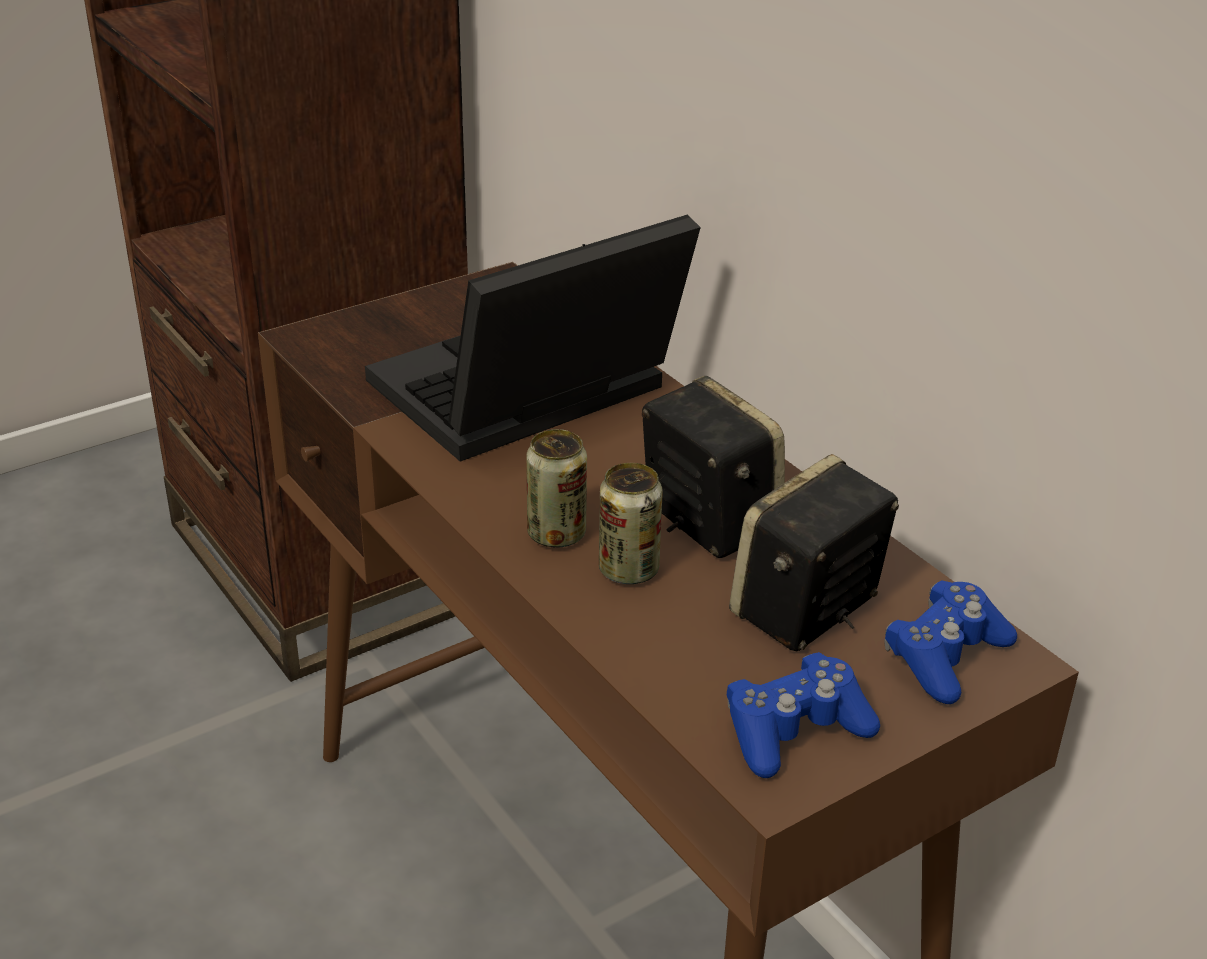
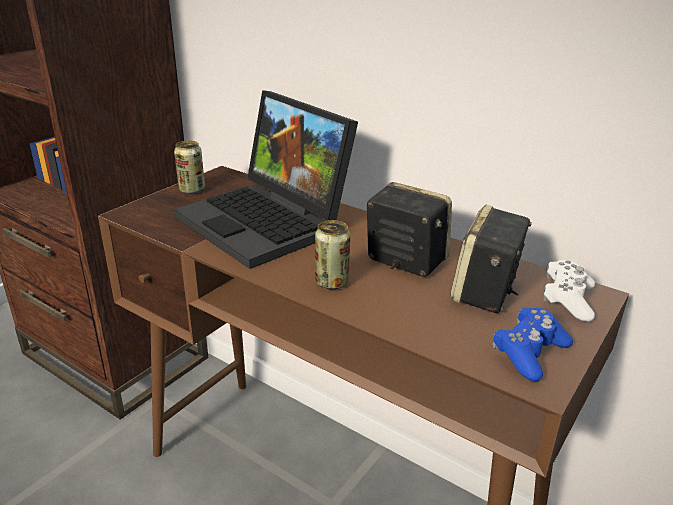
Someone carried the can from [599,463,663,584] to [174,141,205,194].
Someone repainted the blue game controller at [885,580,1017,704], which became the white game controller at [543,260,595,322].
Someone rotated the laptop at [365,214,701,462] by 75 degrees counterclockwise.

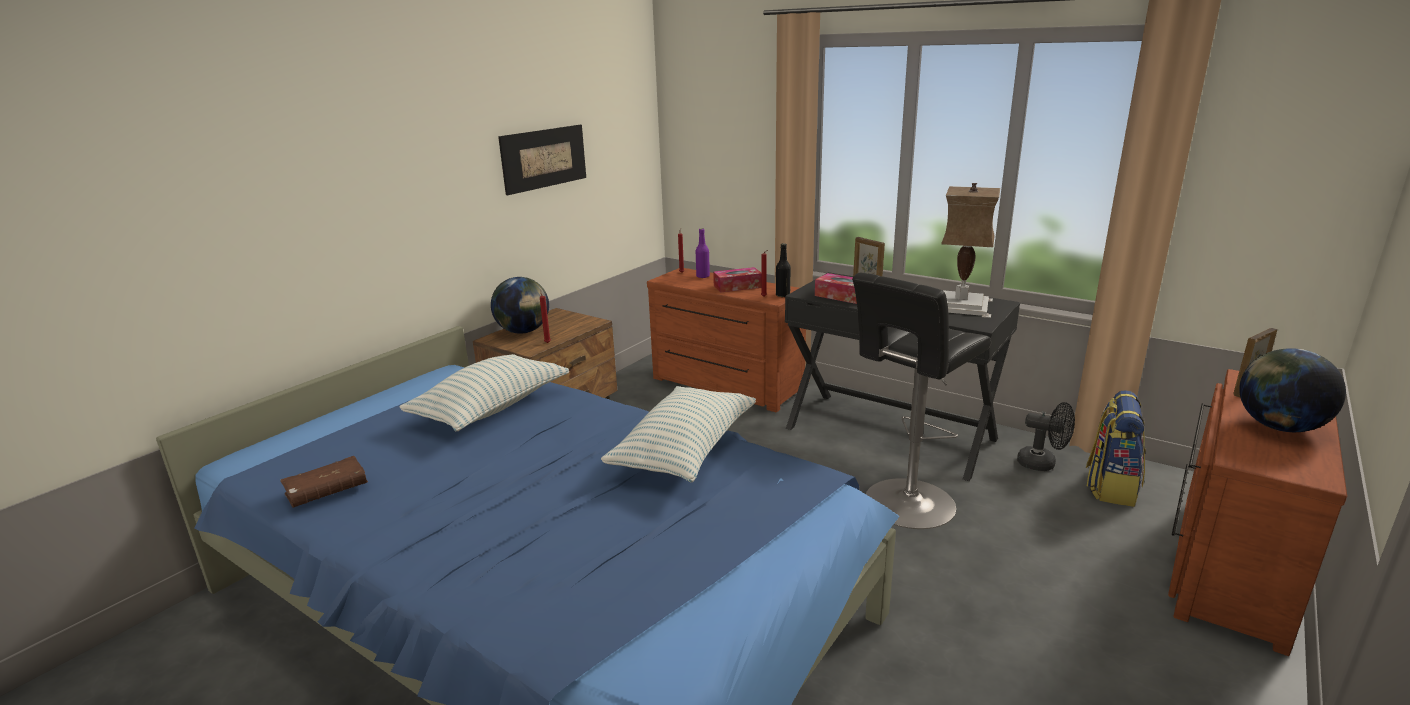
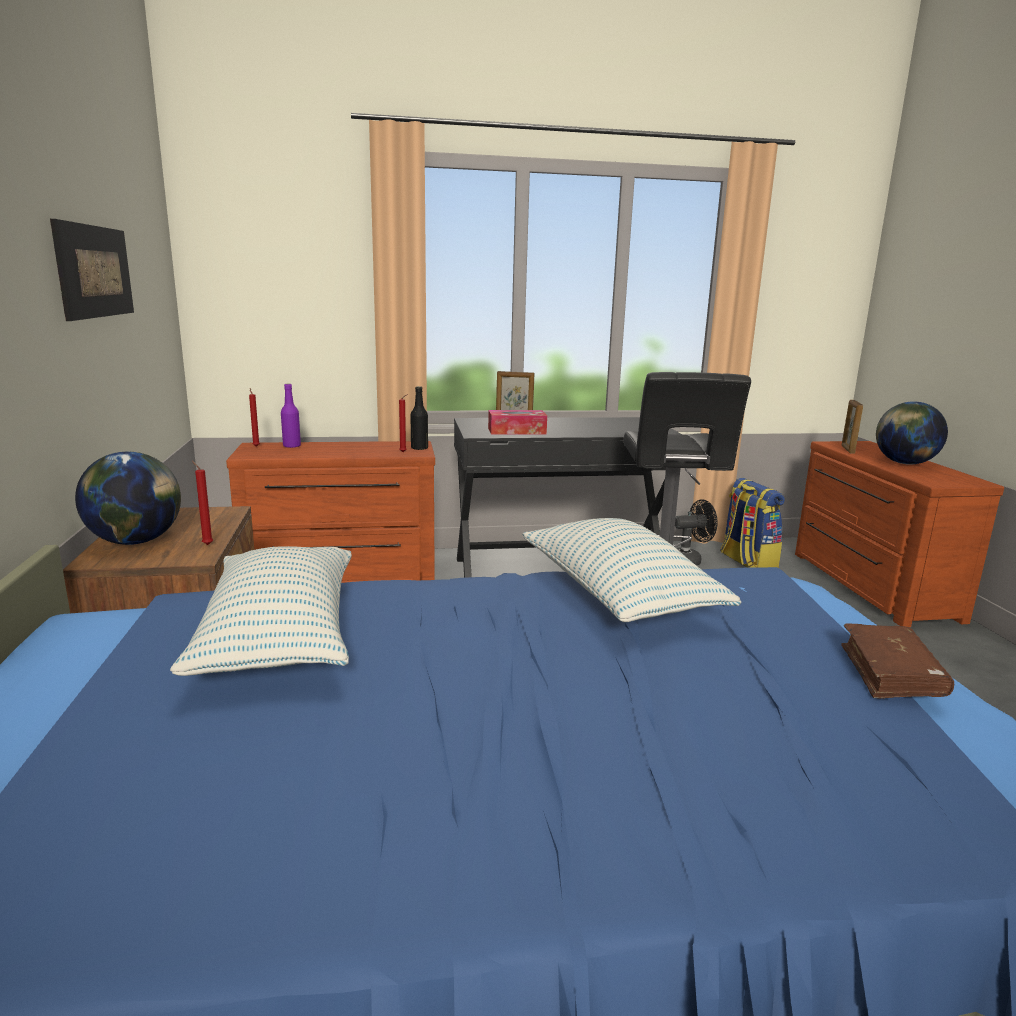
Someone took away the tissue box at [713,267,762,293].
Someone took away the table lamp at [941,183,1000,318].
Someone carried the brown book from [280,456,368,507] to [841,623,954,699].

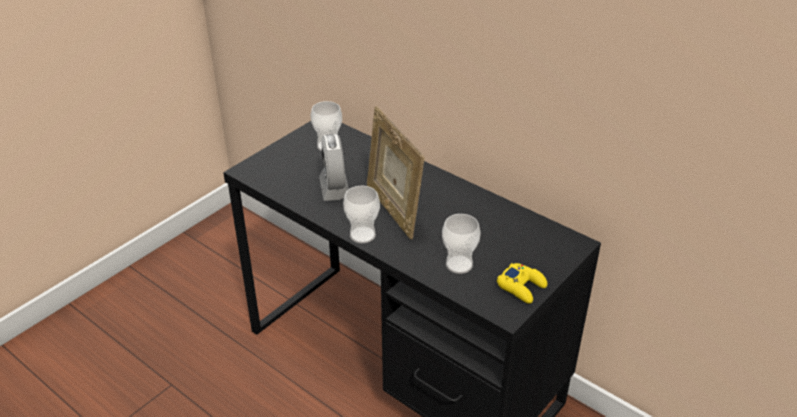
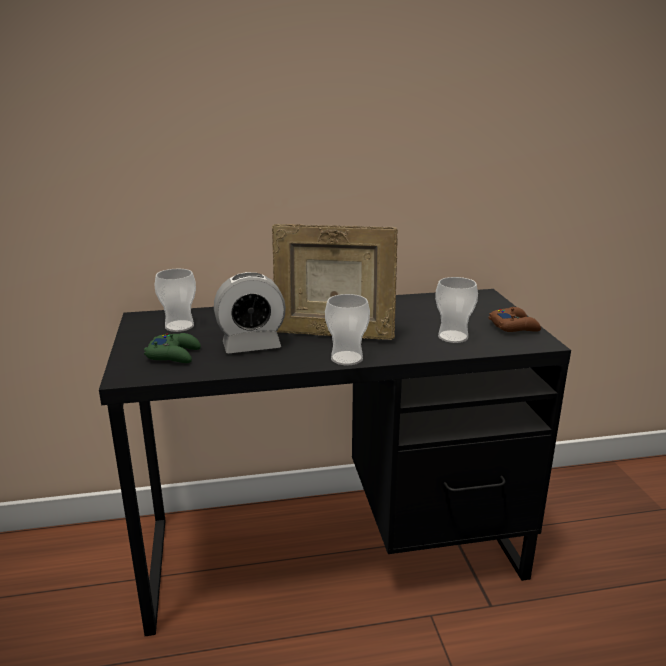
Someone put down the green game controller at [144,333,201,363].
Someone repainted the yellow game controller at [497,263,547,304], which became the brown game controller at [489,307,541,332].
Someone rotated the alarm clock at [319,134,349,201] by 45 degrees counterclockwise.

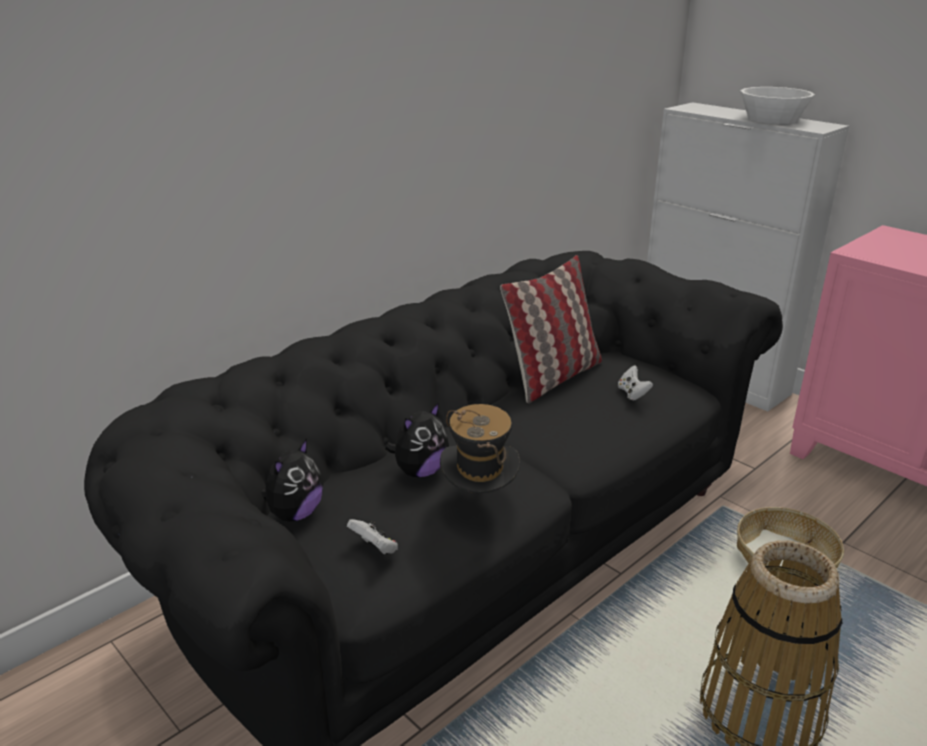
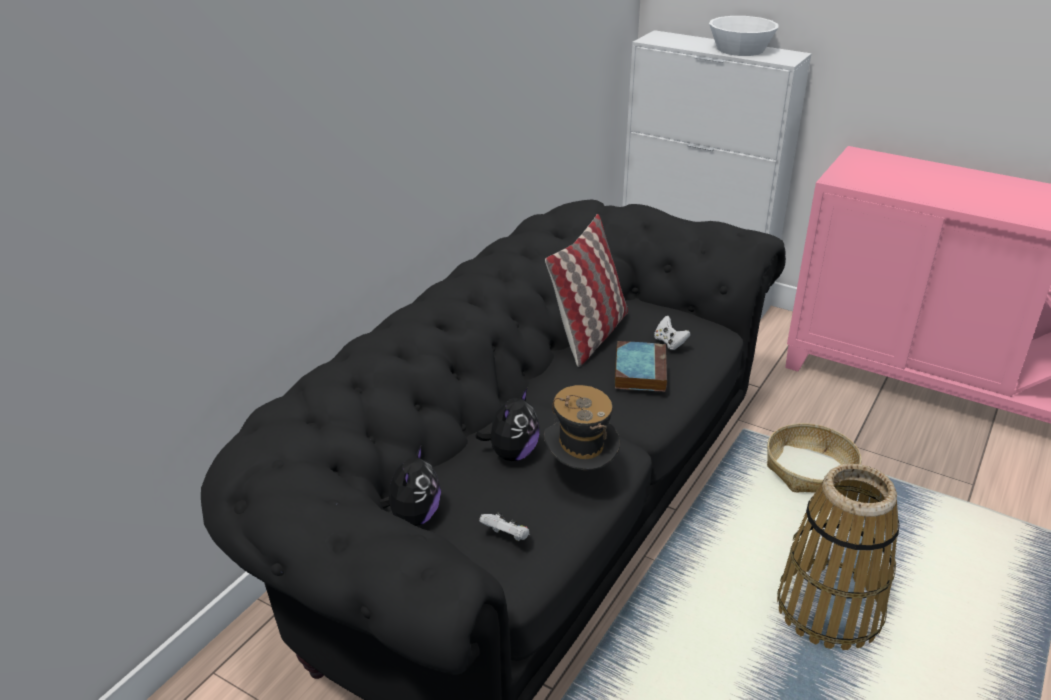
Someone put down the book at [615,341,667,392].

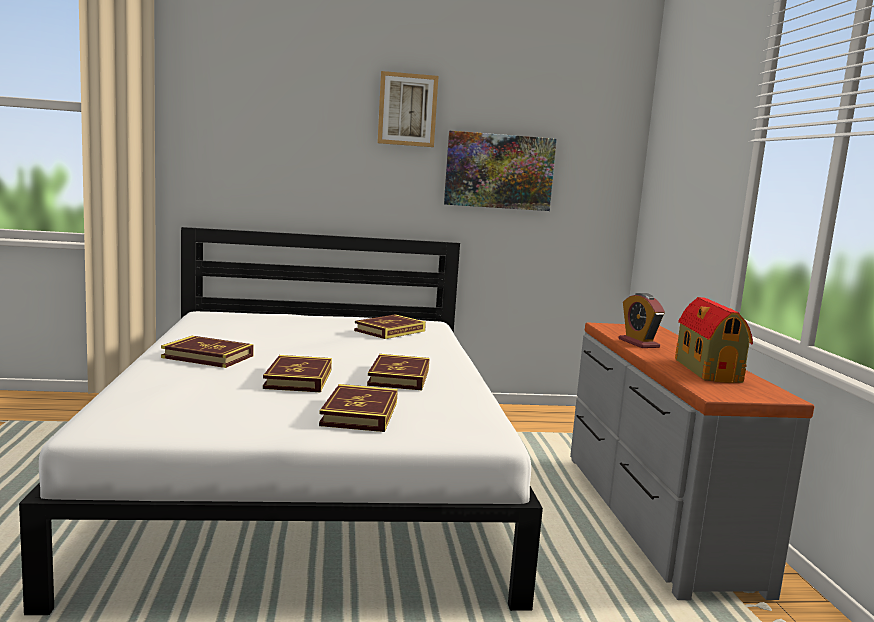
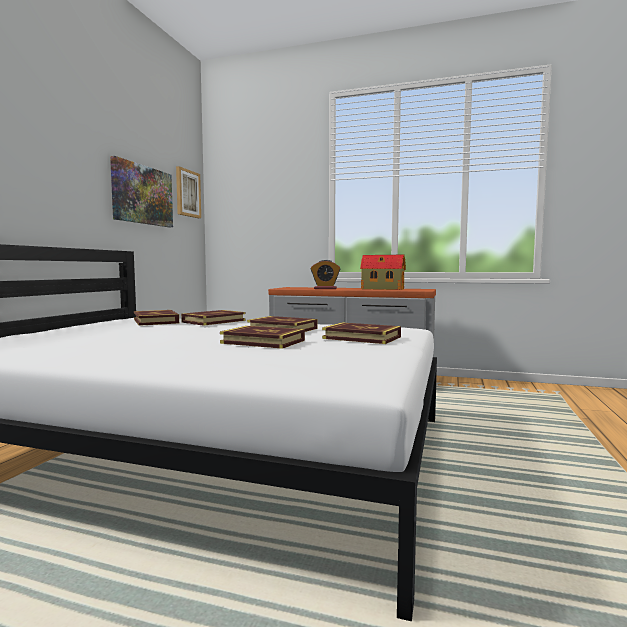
Someone carried the book from [161,336,254,368] to [181,310,246,326].
Someone carried the picture from [377,71,438,147] to [176,166,201,218].

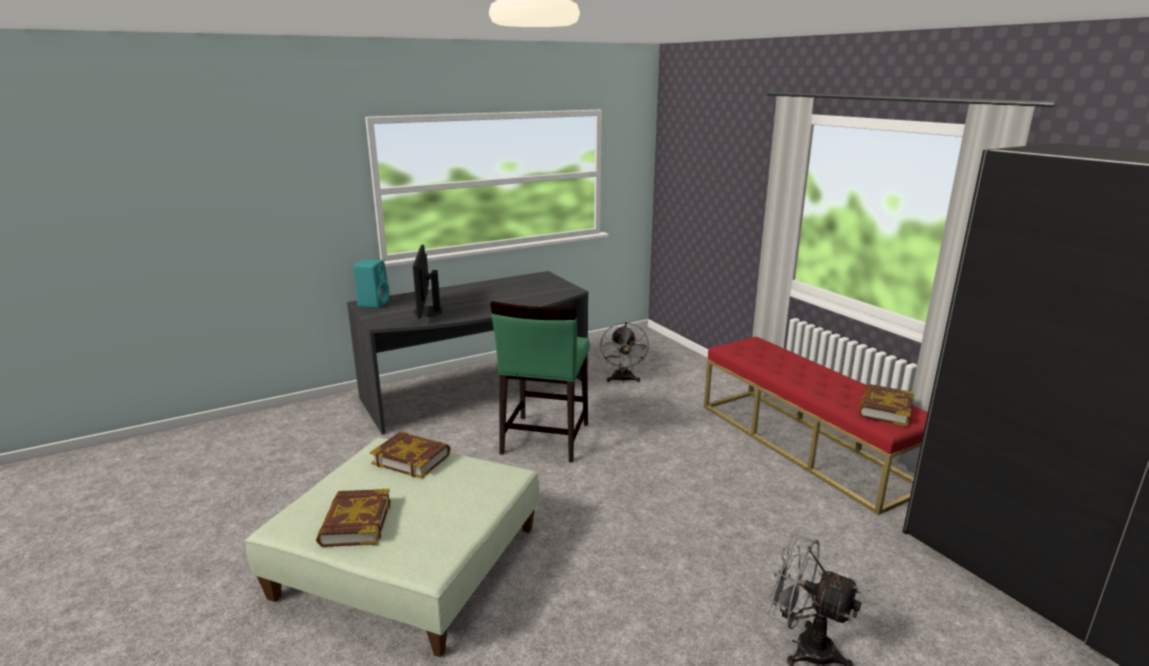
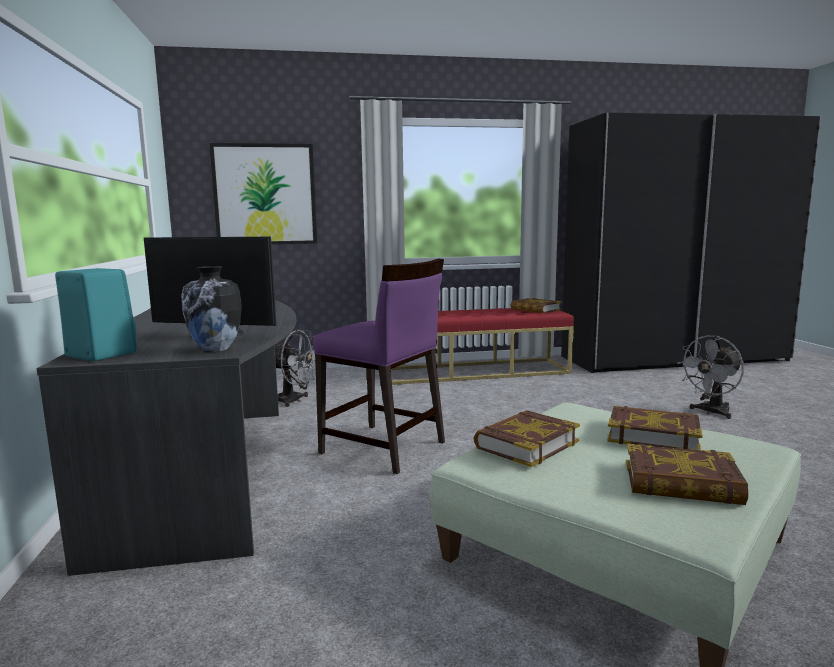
Someone put down the vase at [181,266,242,352].
Someone put up the picture at [209,143,317,244].
Someone put down the book at [608,406,703,450].
Someone repainted the green chair at [490,301,590,463], which became the purple chair at [313,258,445,474].

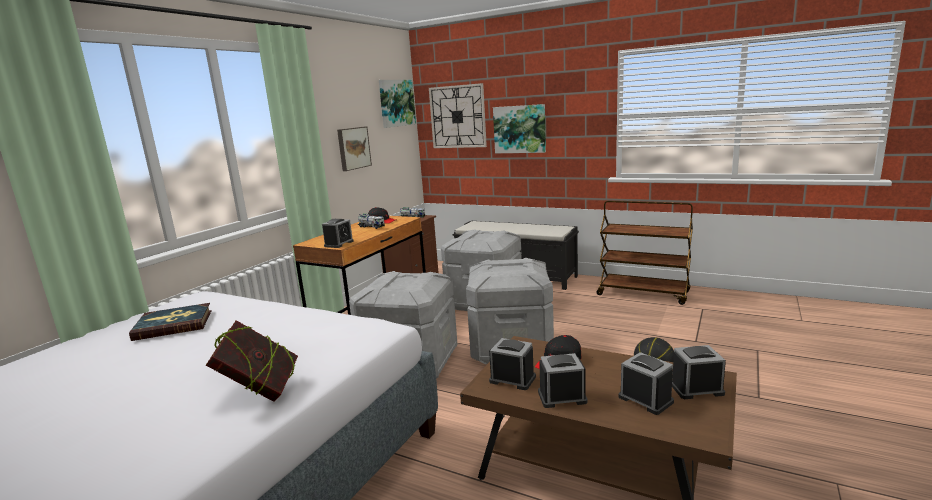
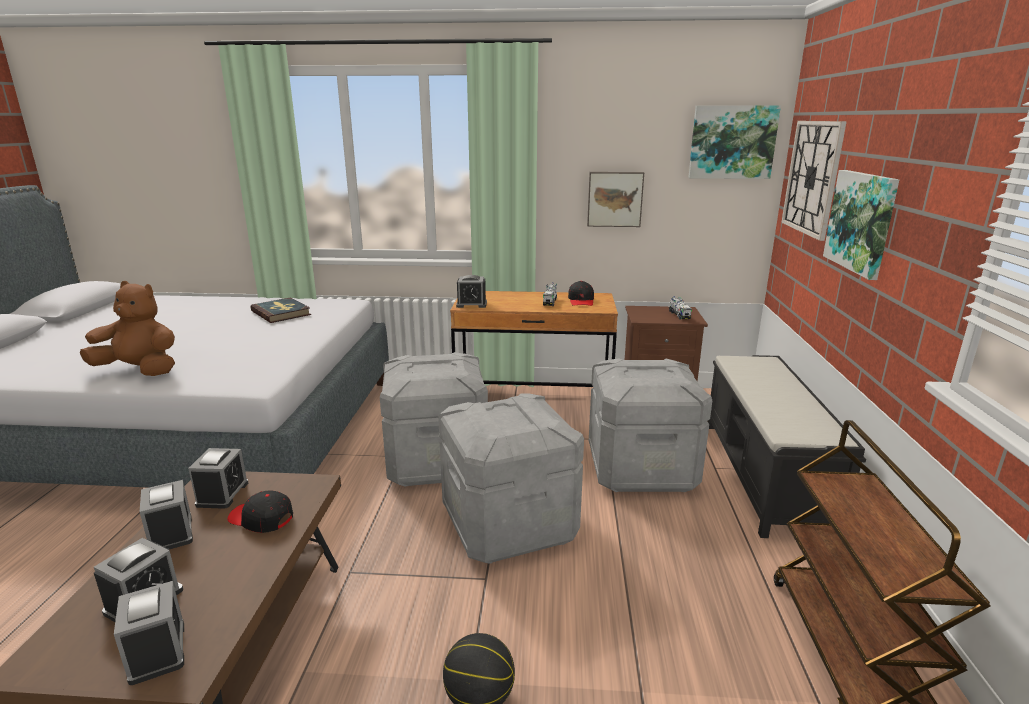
Someone swapped the book at [206,320,298,402] for the brown plush toy at [80,281,175,376].

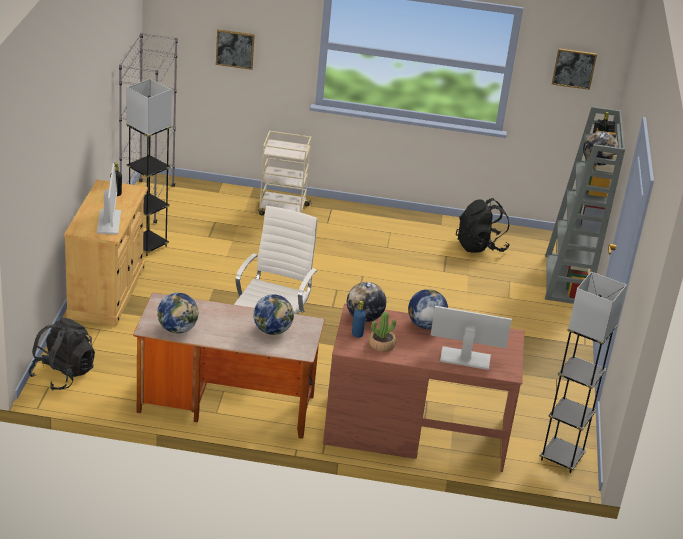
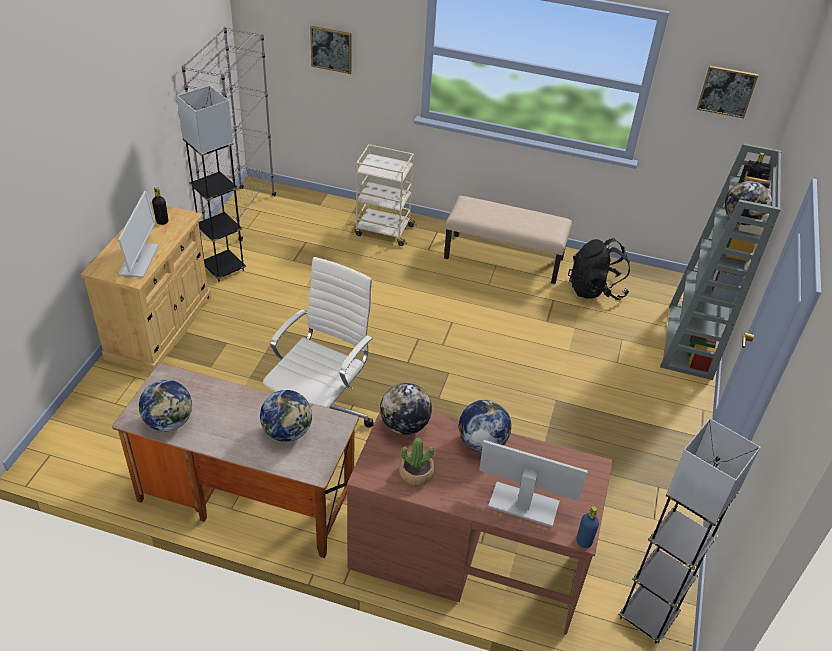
Someone took away the black backpack at [29,317,95,391].
Someone put down the beige bench at [444,196,572,284].
Someone carried the blue bottle from [352,301,366,338] to [576,506,599,548].

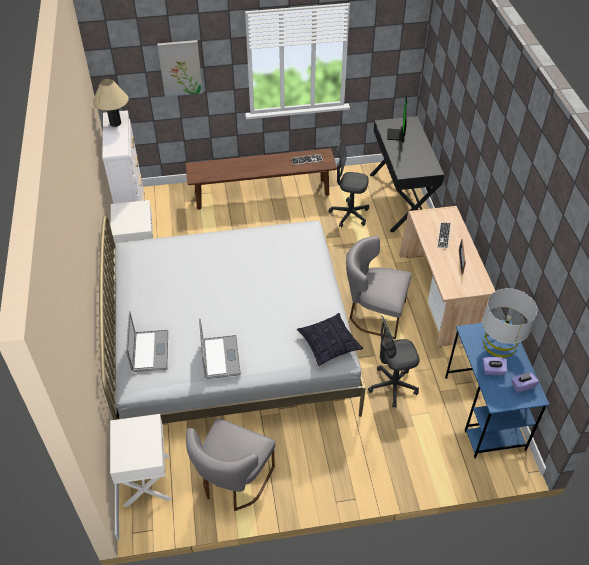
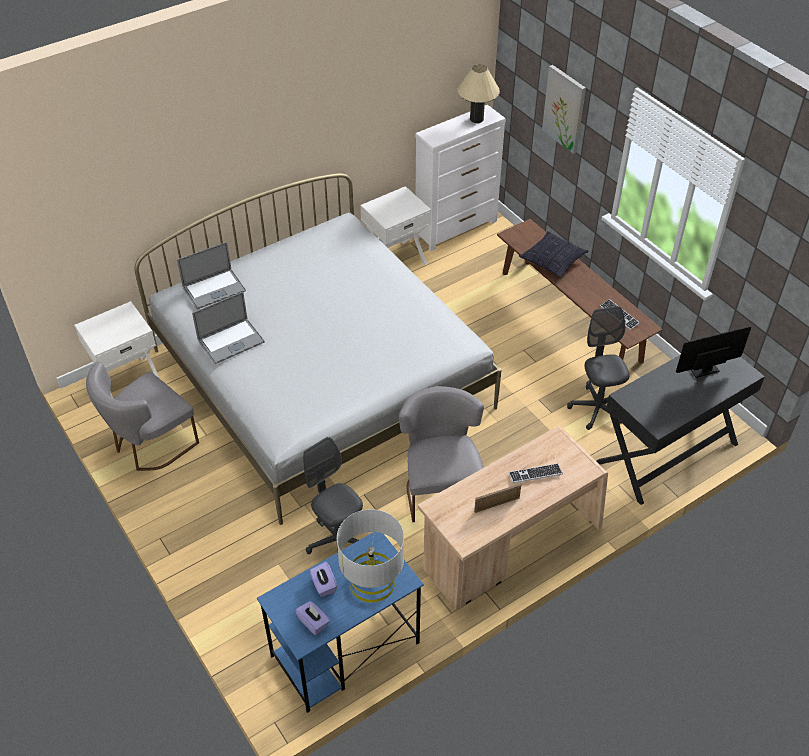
Someone carried the pillow from [297,313,363,366] to [519,231,589,278].
Someone rotated the grey chair at [186,418,275,511] by 45 degrees counterclockwise.

